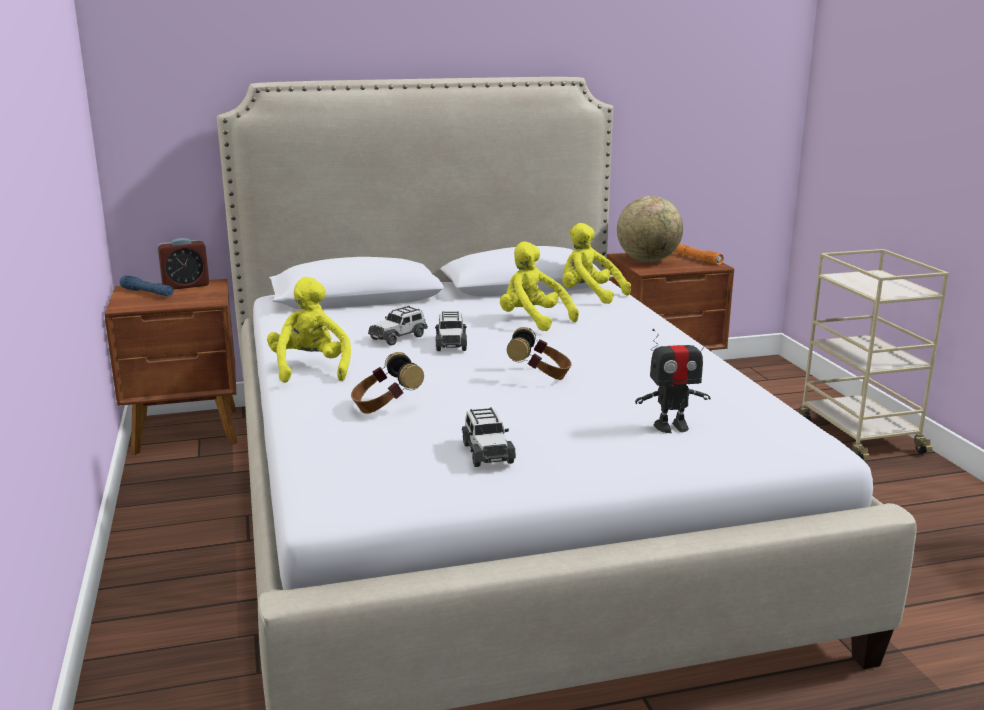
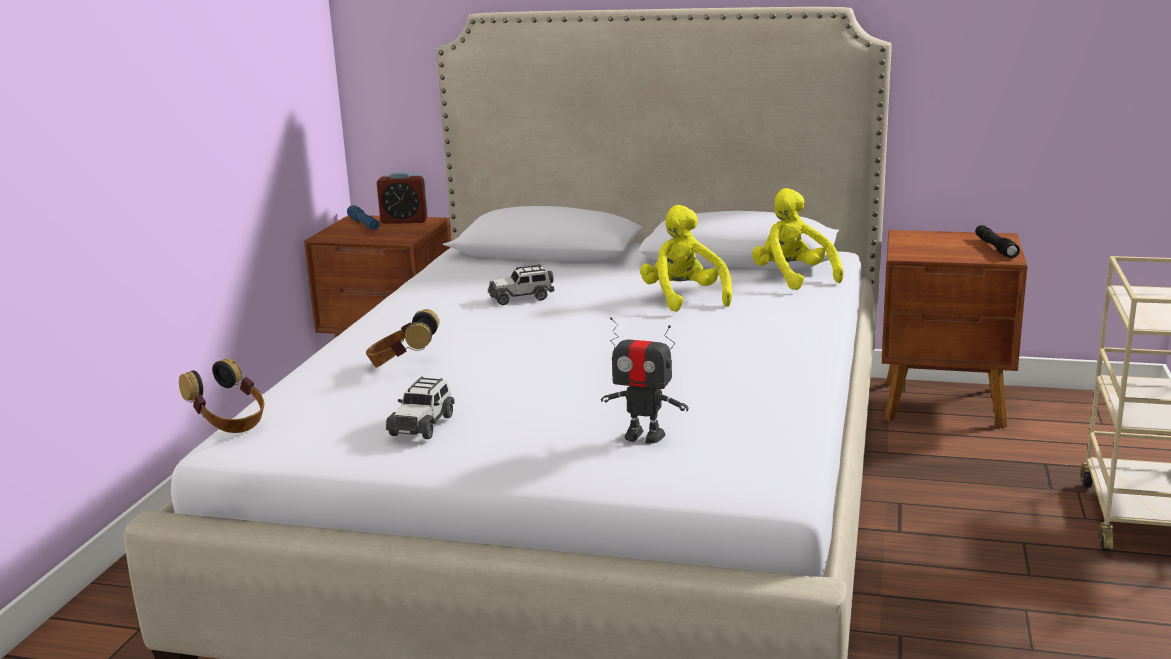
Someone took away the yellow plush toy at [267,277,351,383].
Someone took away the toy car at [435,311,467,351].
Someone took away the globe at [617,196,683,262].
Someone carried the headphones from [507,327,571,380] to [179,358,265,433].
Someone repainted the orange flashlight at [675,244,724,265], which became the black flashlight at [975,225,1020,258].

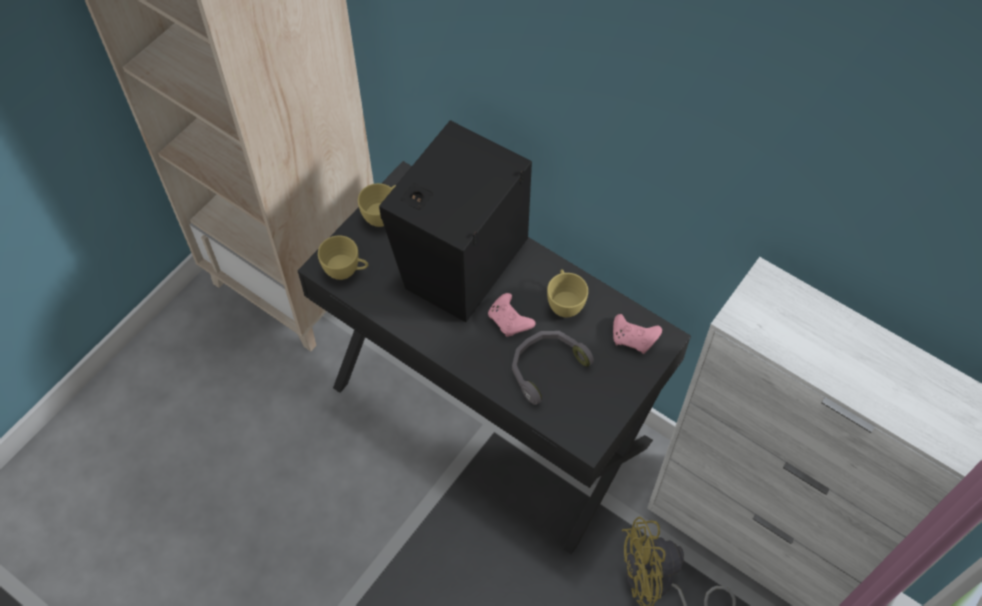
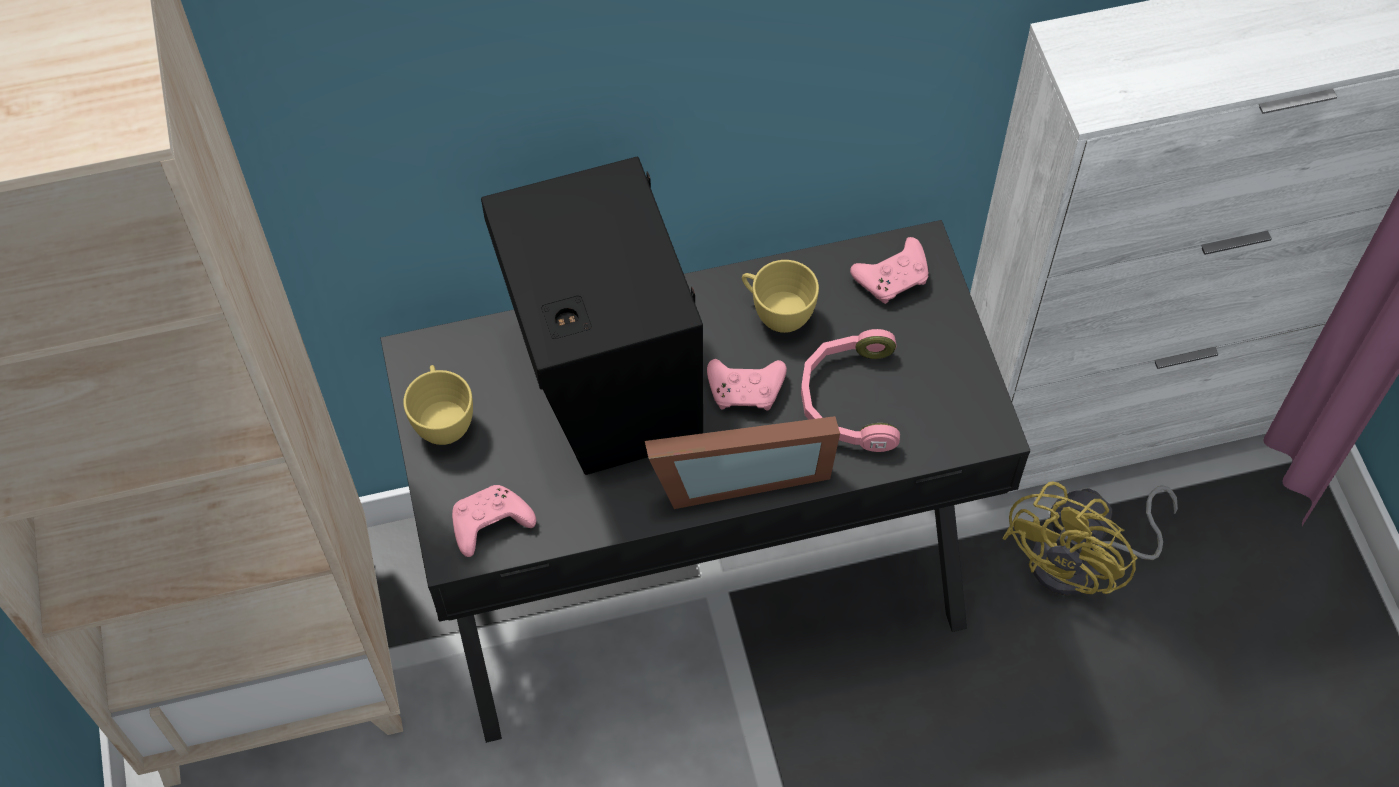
Someone put down the picture frame at [645,416,840,509].
Someone swapped the yellow cup at [318,235,368,280] for the pink game controller at [452,485,536,557].
Someone repainted the grey headphones at [512,331,594,405], which became the pink headphones at [801,329,900,452].

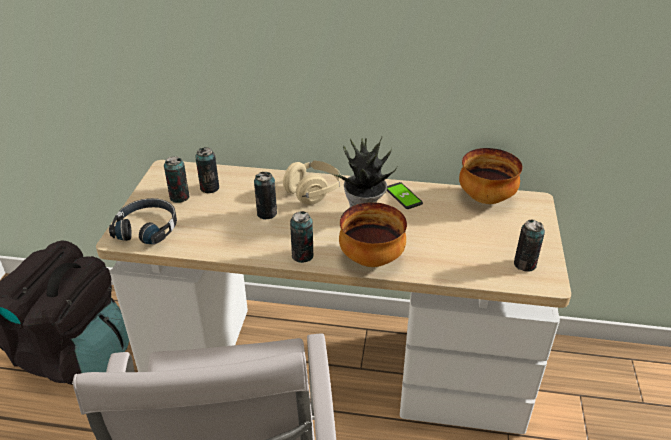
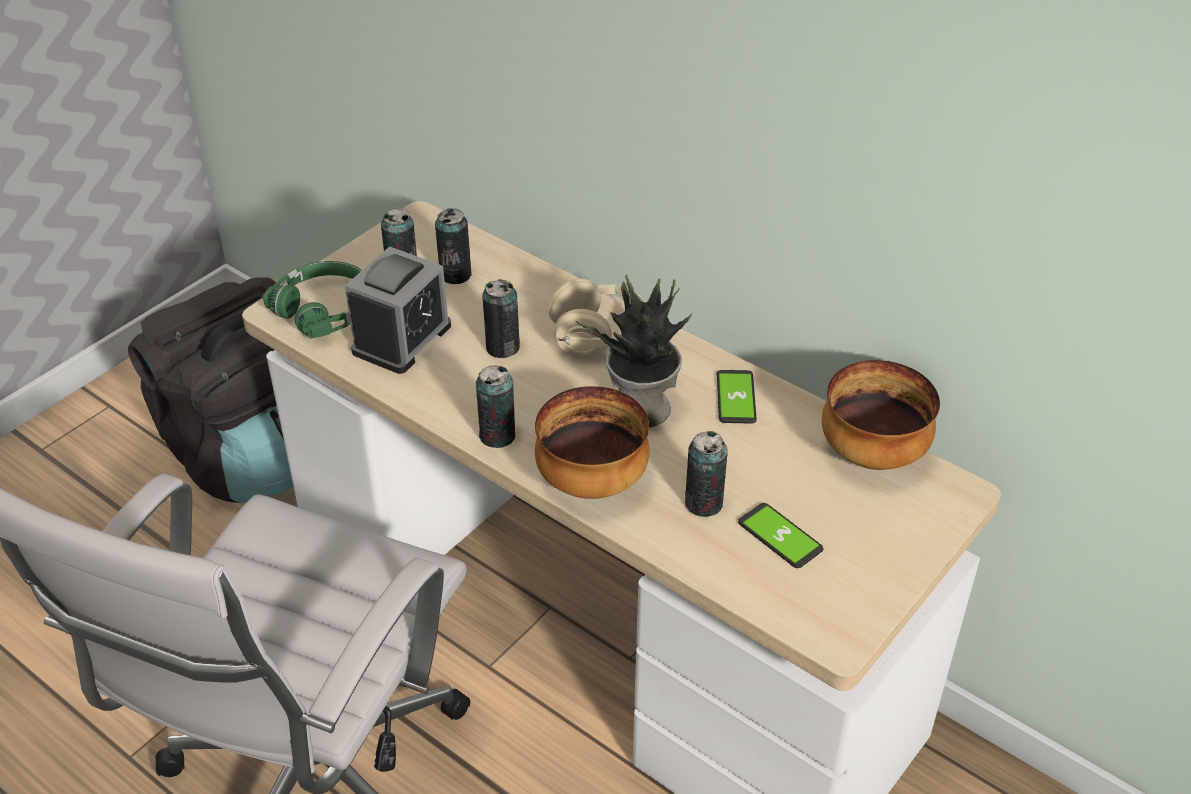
Someone put down the alarm clock at [345,246,451,374].
Someone put down the phone at [738,503,823,568].
Someone carried the can from [514,219,545,272] to [685,431,728,517].
Someone repainted the black headphones at [109,198,177,245], which became the green headphones at [263,261,362,339].

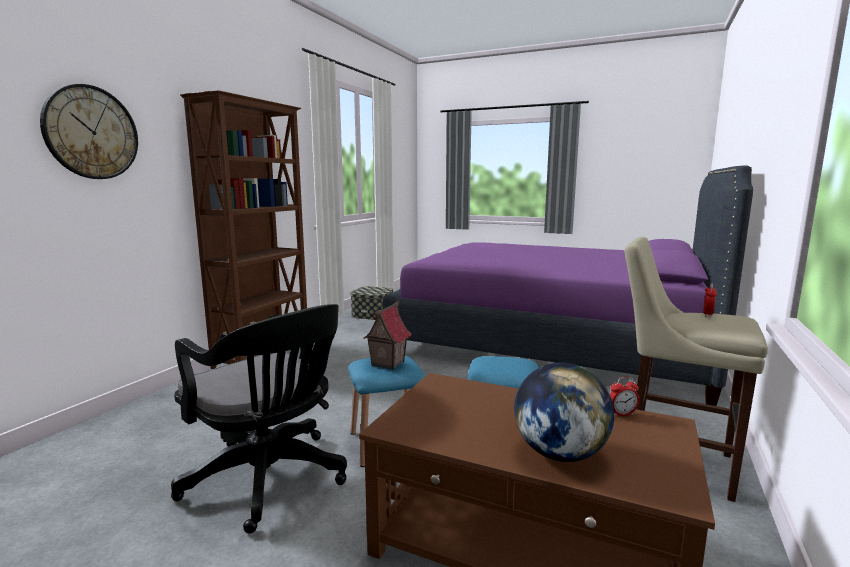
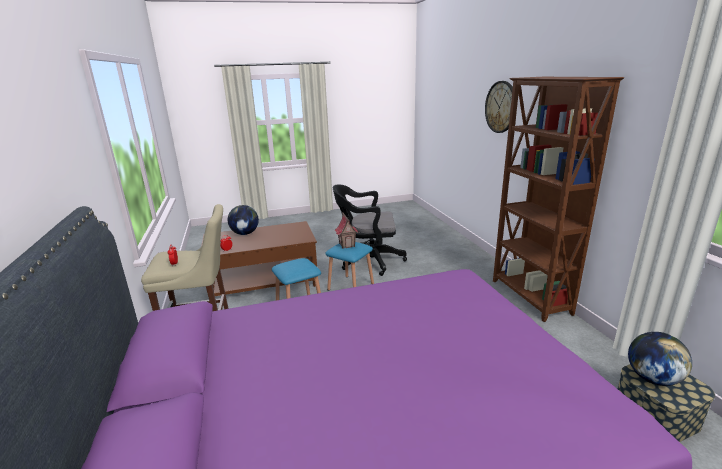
Someone put down the globe at [628,332,692,386].

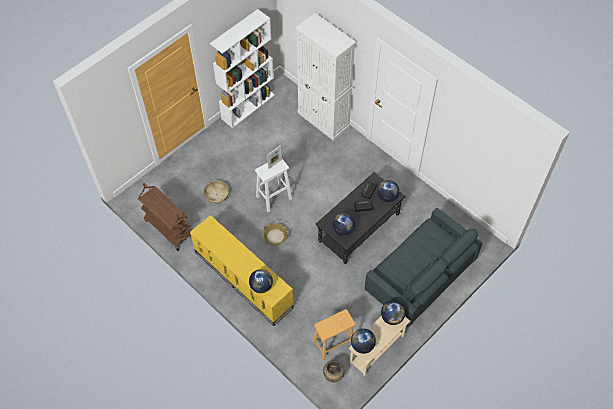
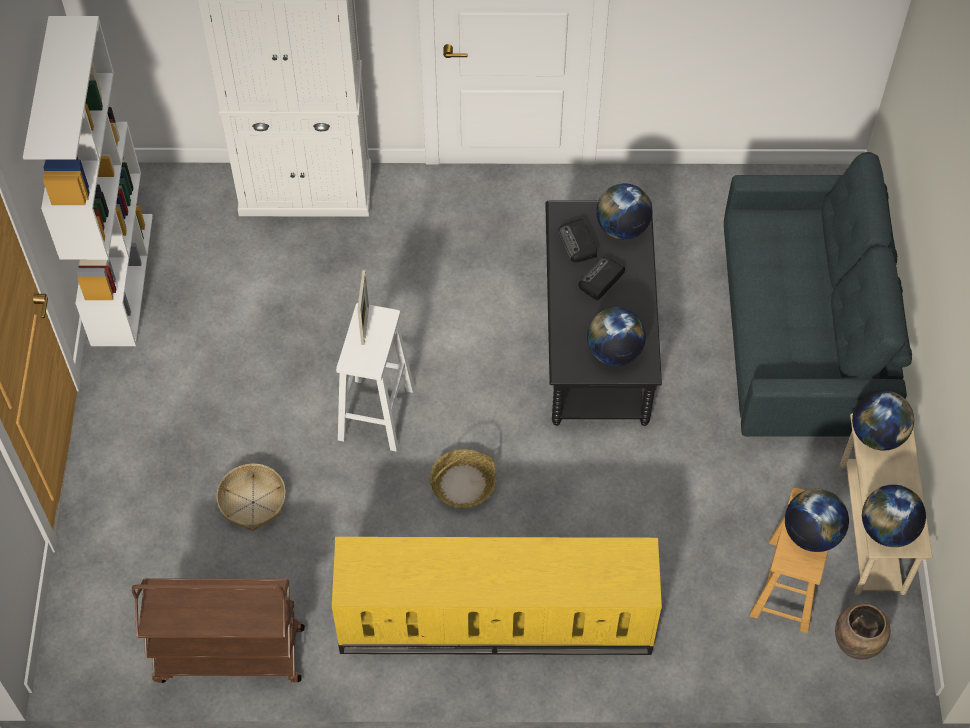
Someone carried the globe from [249,269,273,293] to [785,488,849,552].

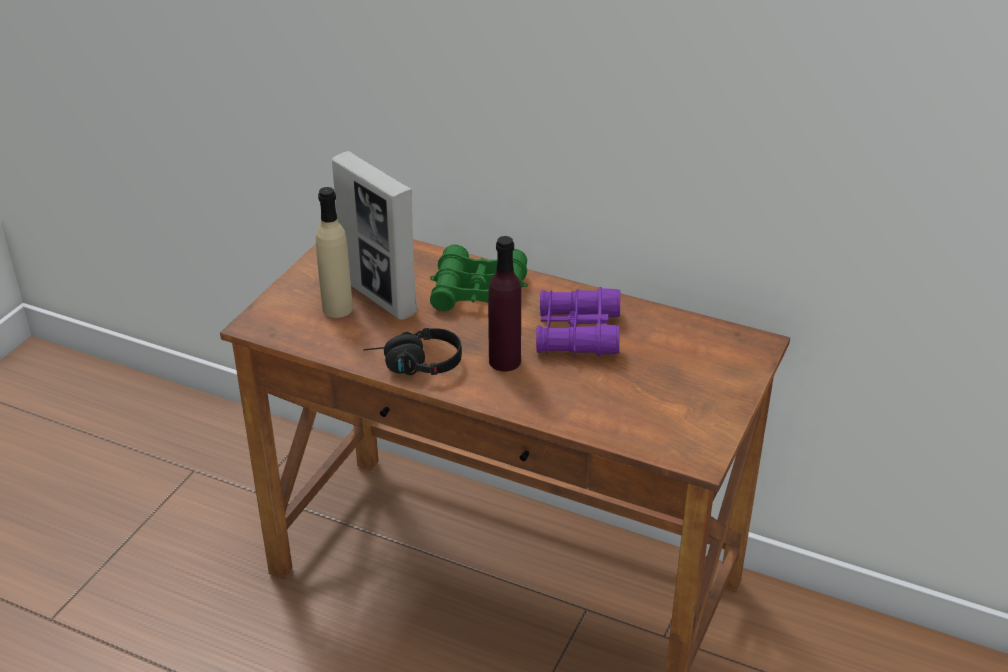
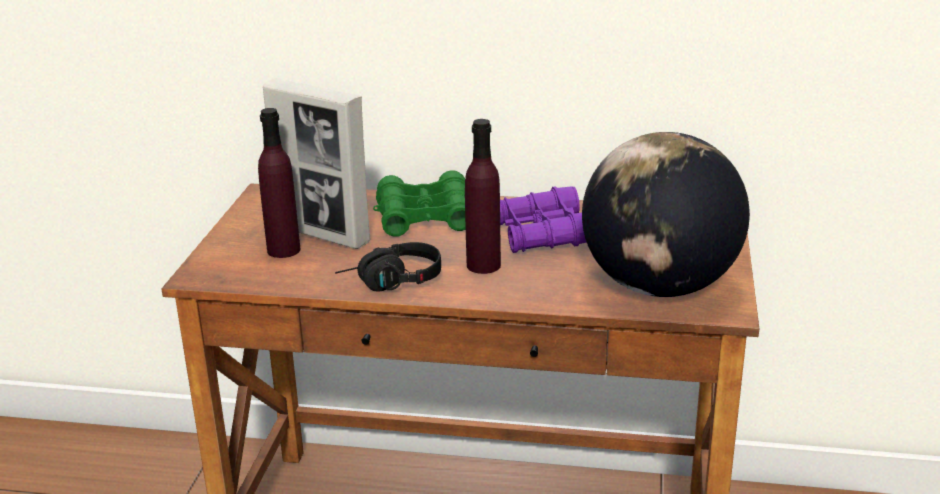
Someone put down the globe at [582,132,750,297].
Someone repainted the beige bottle at [316,187,353,318], which became the purple bottle at [258,108,301,258].

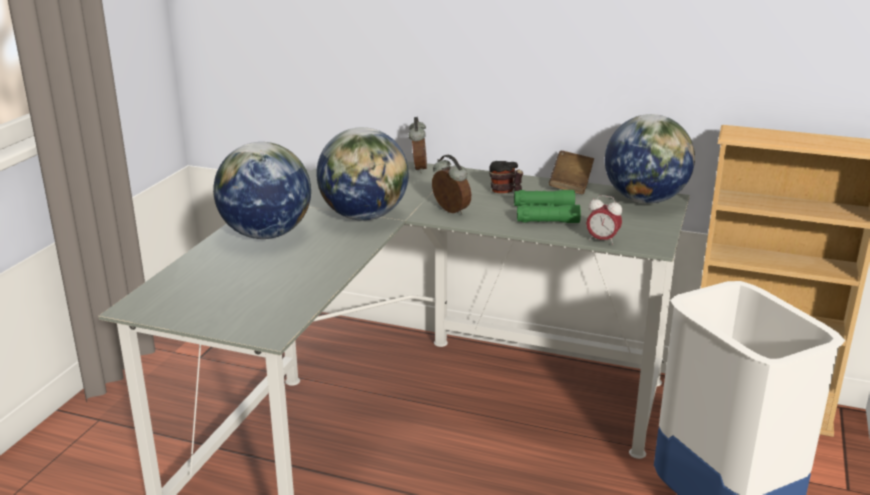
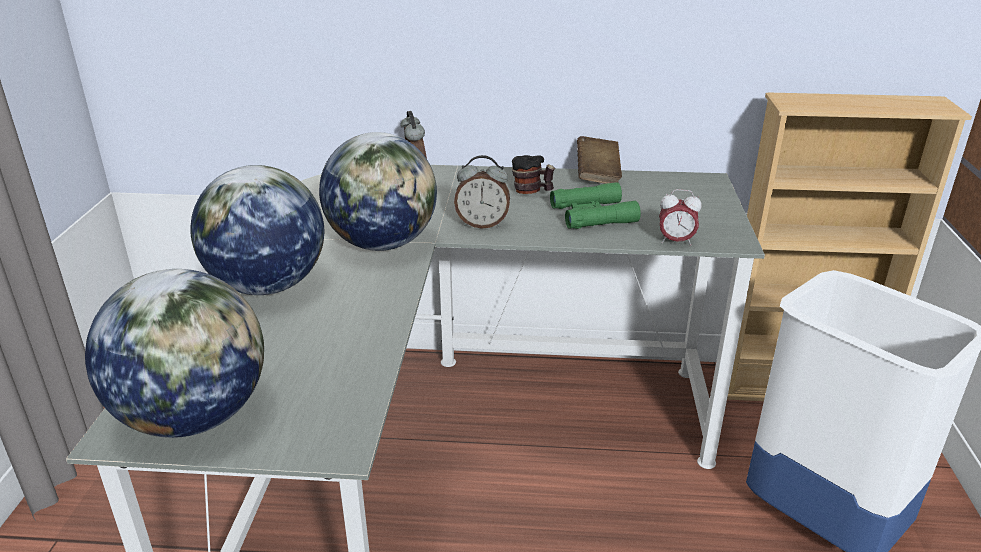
Someone carried the globe from [605,114,695,204] to [85,269,264,438].
Someone rotated the alarm clock at [432,155,471,215] by 150 degrees clockwise.

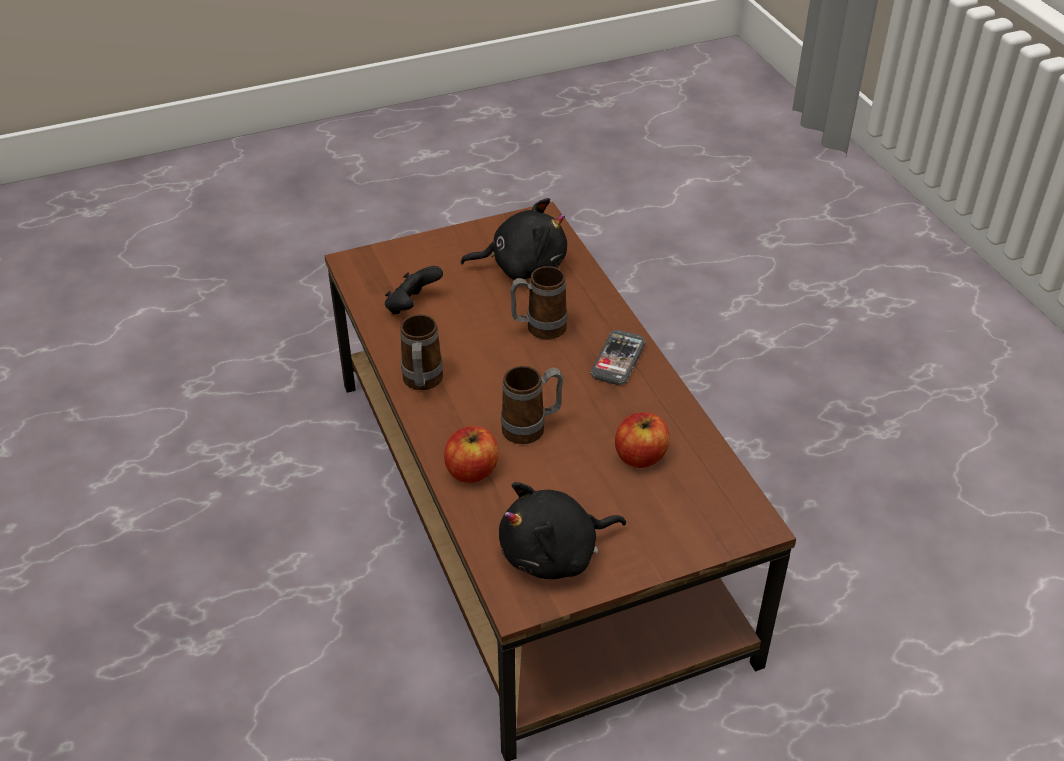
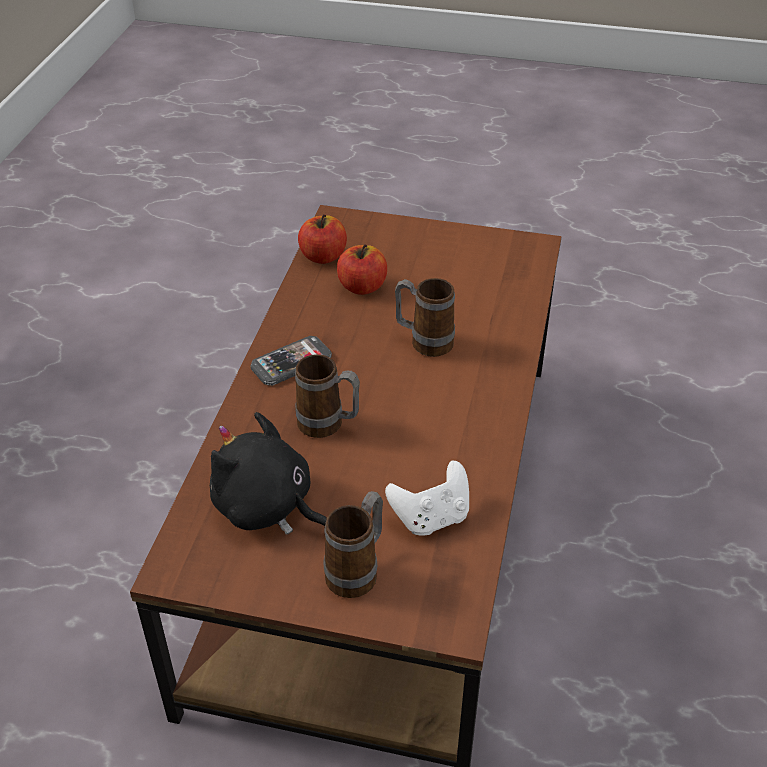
Someone took away the black plush toy at [499,482,626,579].
Someone carried the mug from [400,314,443,390] to [324,491,383,598].
Someone carried the apple from [444,426,499,483] to [298,214,347,264].
Someone repainted the black game controller at [385,266,443,315], which became the white game controller at [385,461,469,536].

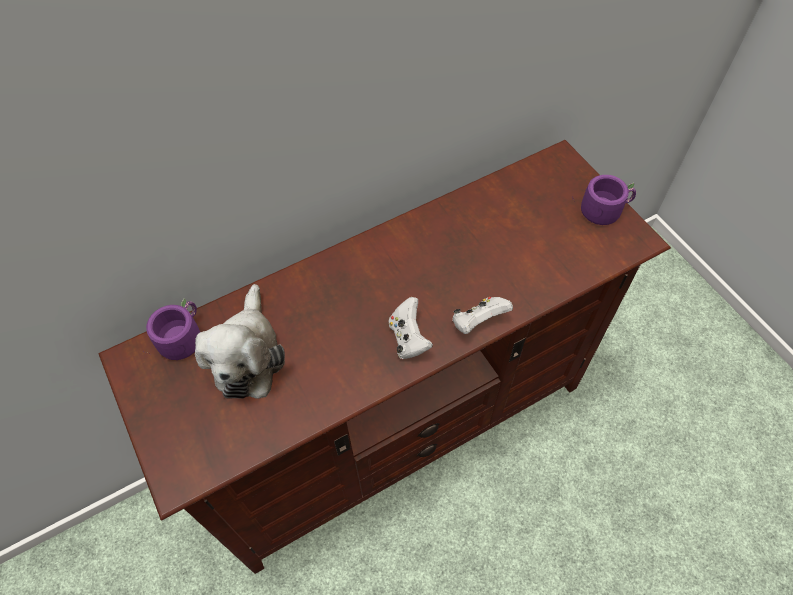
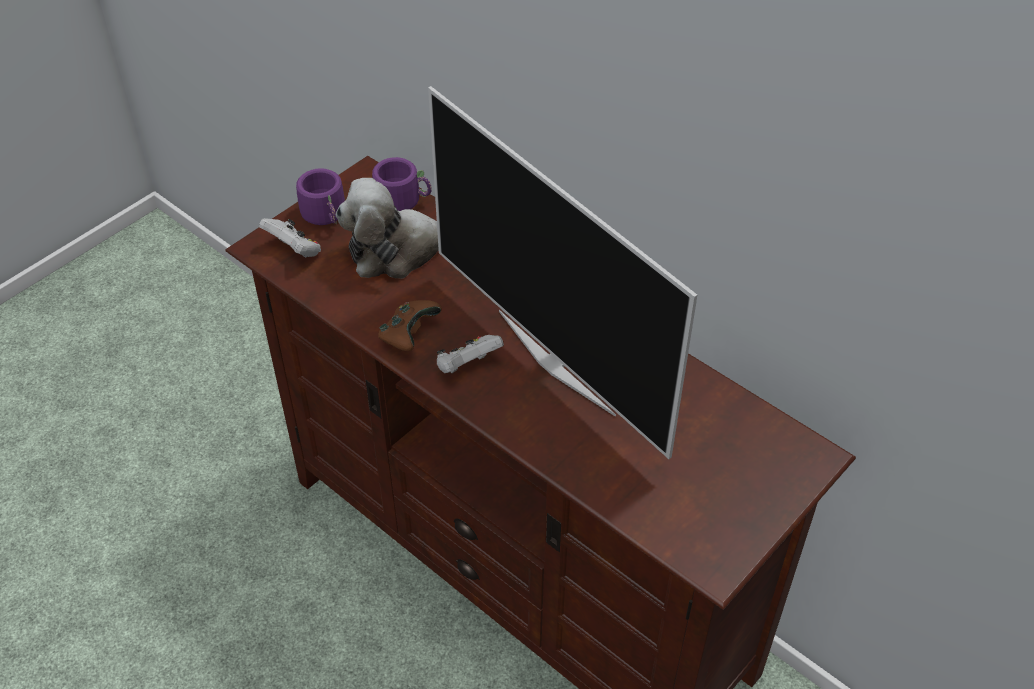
Someone put down the brown game controller at [378,300,442,351].
Someone put down the television at [428,86,697,459].
Someone carried the white game controller from [452,297,513,334] to [259,218,321,258].
Someone carried the purple mug from [572,175,636,225] to [296,168,345,225].

